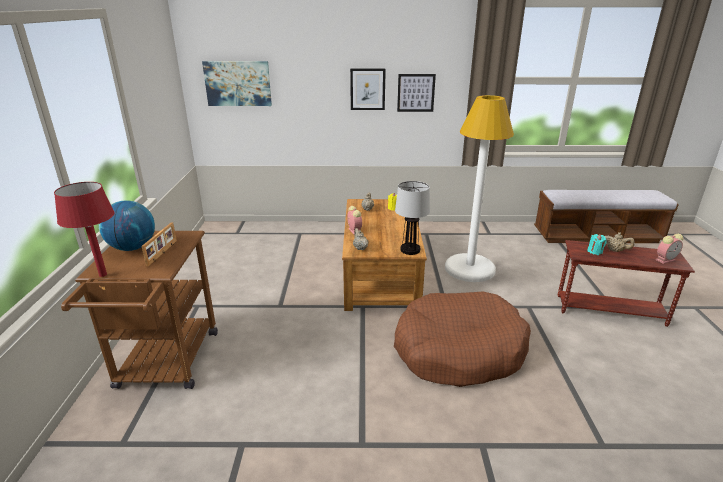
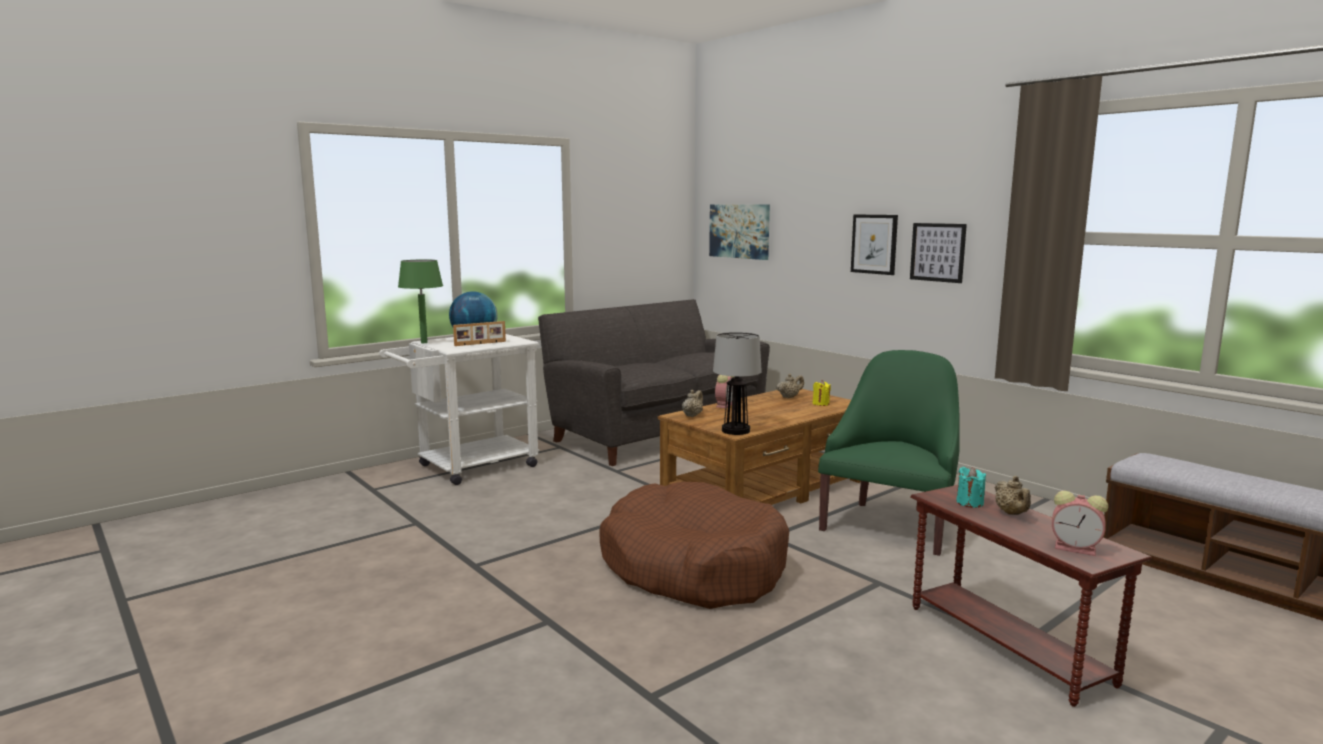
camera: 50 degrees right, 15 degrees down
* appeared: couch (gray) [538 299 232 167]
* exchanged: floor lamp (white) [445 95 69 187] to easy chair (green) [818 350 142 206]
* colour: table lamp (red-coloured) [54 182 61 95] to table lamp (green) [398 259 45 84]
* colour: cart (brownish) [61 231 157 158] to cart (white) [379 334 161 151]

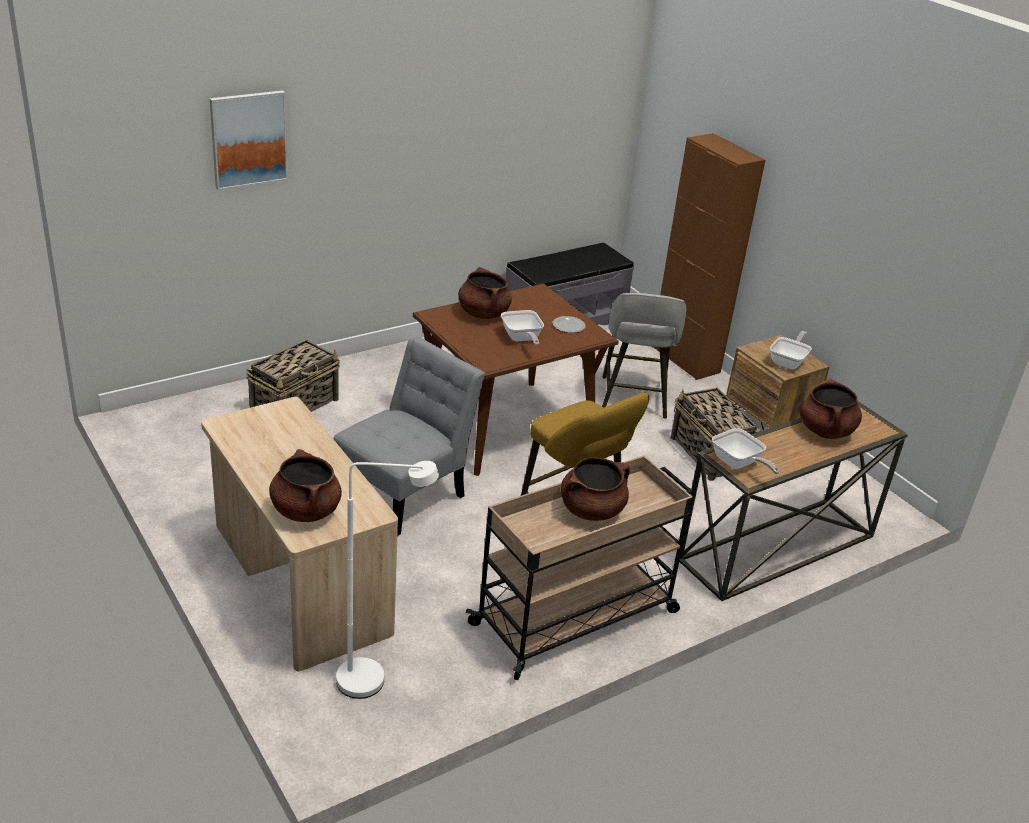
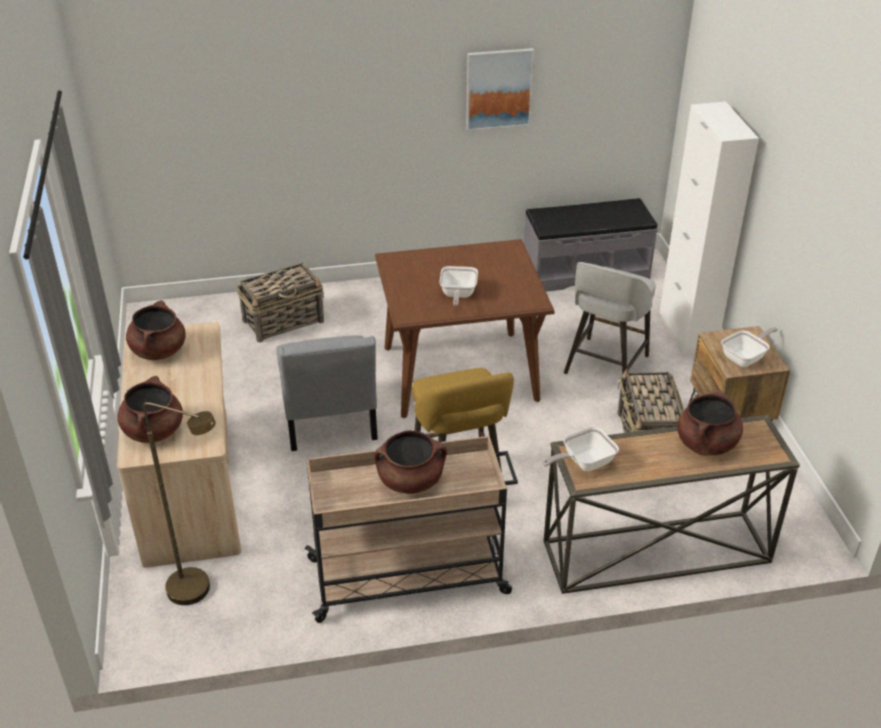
camera: 25 degrees right, 5 degrees up
* missing: flat dish [552 316 34 17]
* relocated: wall picture [210 90 78 100] to [466 48 68 83]
* relocated: stockpot (brownish) [458 267 54 52] to [126 300 60 60]
* colour: floor lamp (white) [336 461 103 238] to floor lamp (brownish) [143 402 73 203]
* colour: storage cabinet (brownish) [652 133 113 247] to storage cabinet (white) [659 102 100 254]
* spun: chair (gray) [333 336 152 200] = [276 335 102 116] 105 degrees clockwise
* spun: pan [712 428 68 46] = [543 427 76 44] 75 degrees clockwise

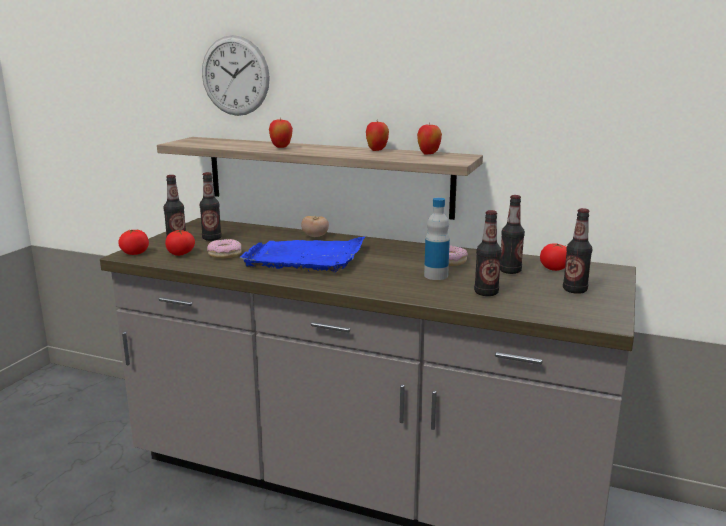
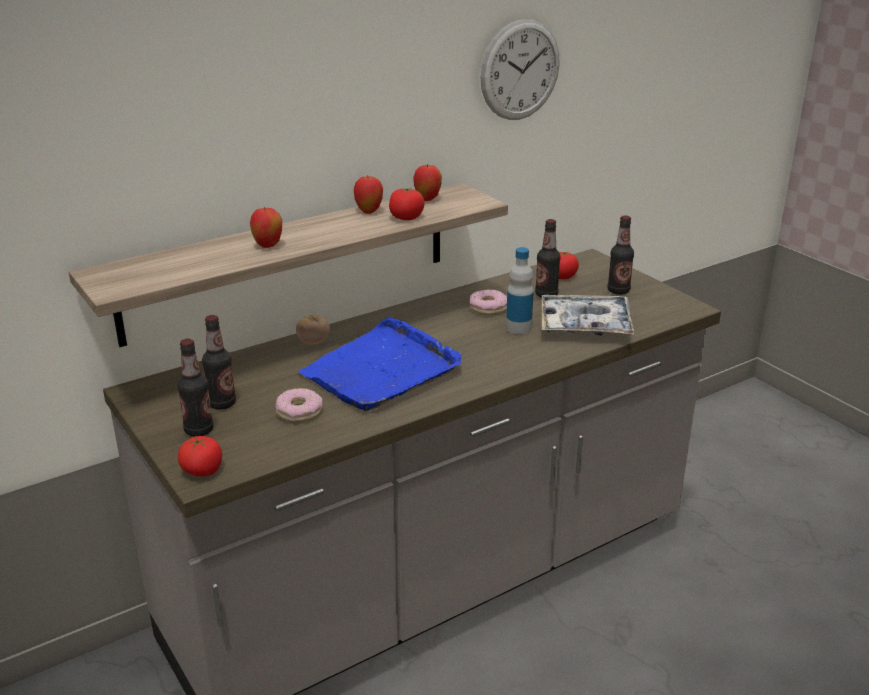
camera: 55 degrees left, 10 degrees up
* relocated: fresh tomato [165 230 30 26] to [389 188 36 32]
* relocated: hanging clock [202 35 68 81] to [480 19 80 101]
* exchanged: drink bottle [474 210 28 86] to serving tray [542 295 92 41]

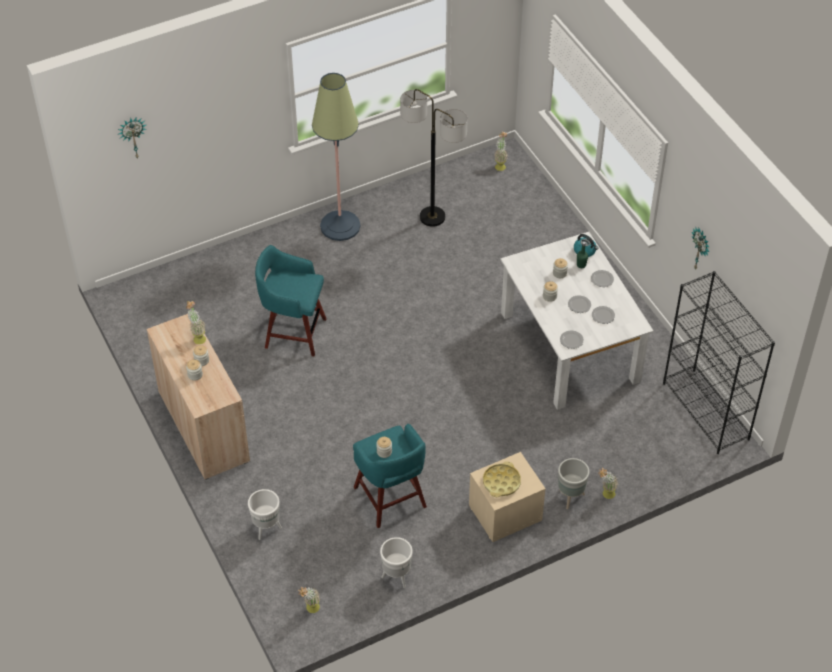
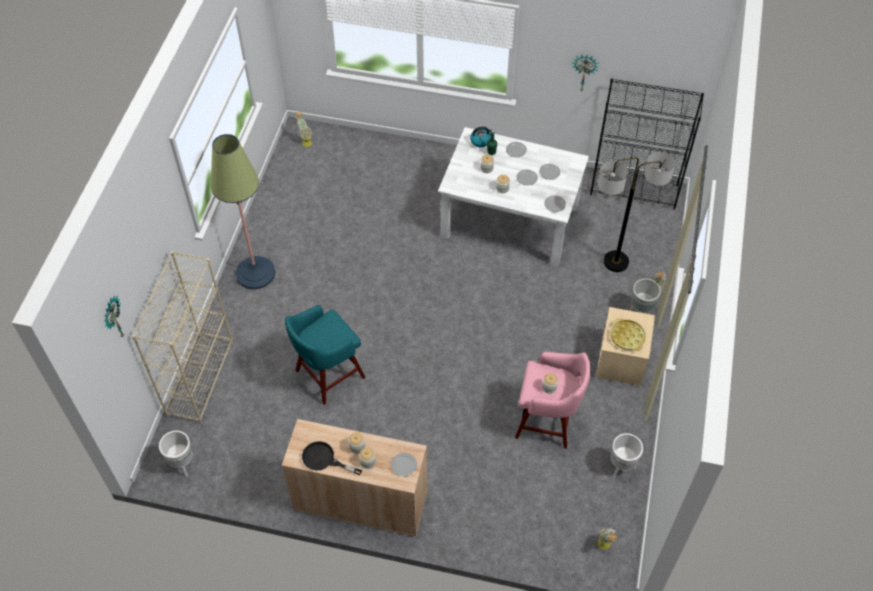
camera: 50 degrees left, 5 degrees up
* missing: potted plant [186 301 20 43]
* appeared: bookcase (sand-coloured) [132 251 101 173]
* appeared: pan (black-coloured) [302 441 60 34]
* appeared: flat dish [391 453 26 23]
* relocated: plant pot (white) [248 489 34 51] to [159 431 34 46]
* relocated: floor lamp [400 89 68 138] to [597 151 79 121]
* colour: stool seat (turquoise) [353 424 74 104] to stool seat (pinkish) [515 352 75 97]

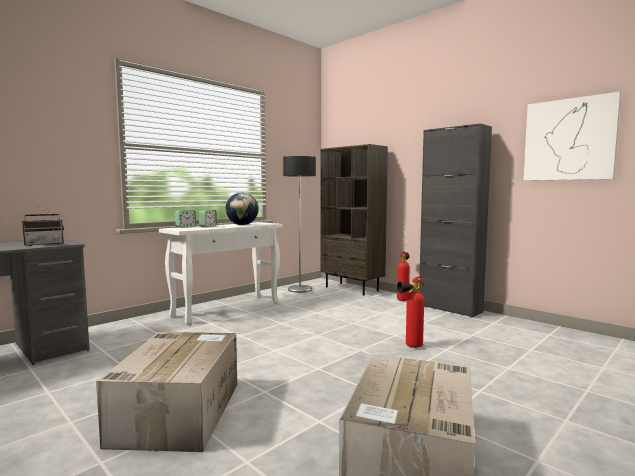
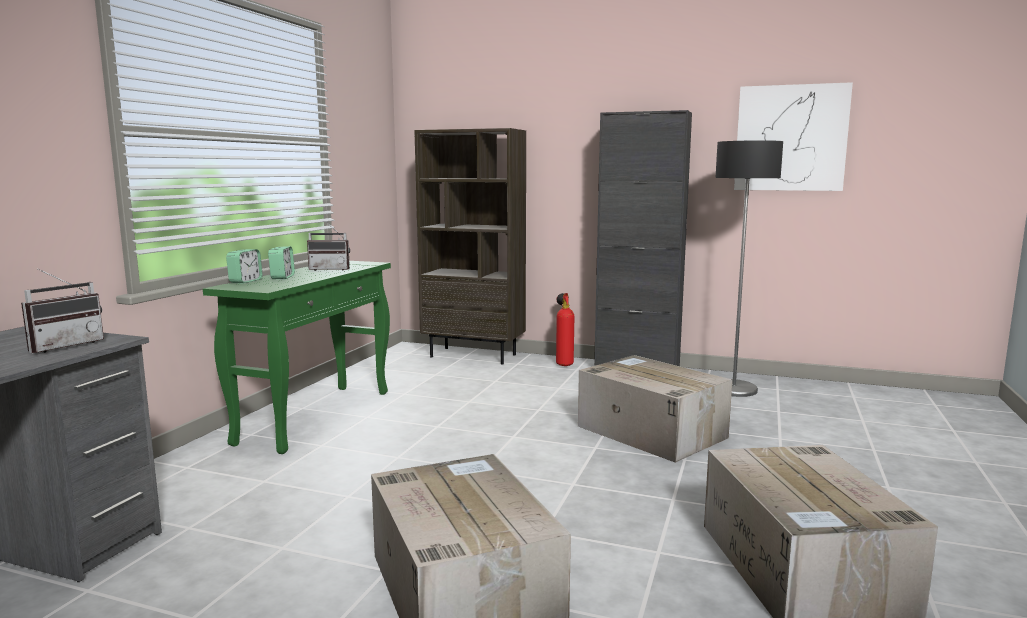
camera: 25 degrees left, 5 degrees up
* relocated: floor lamp [283 156 33 137] to [716 140 67 257]
* exchanged: world globe [225 193 34 32] to radio set [307 223 43 48]
* exchanged: fire extinguisher [397 276 27 72] to packing box [578 355 154 108]
* colour: console table (white) [159 222 124 103] to console table (green) [203 261 188 193]

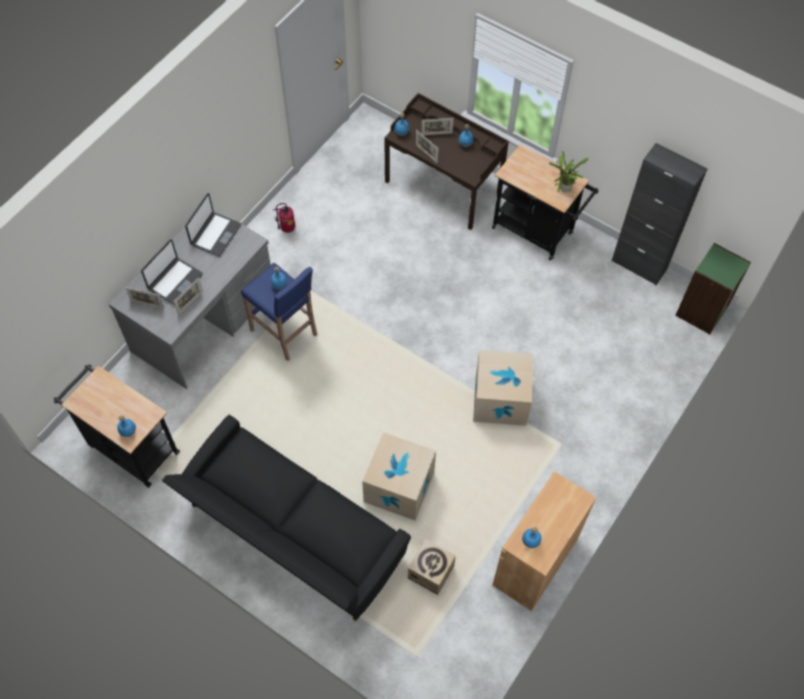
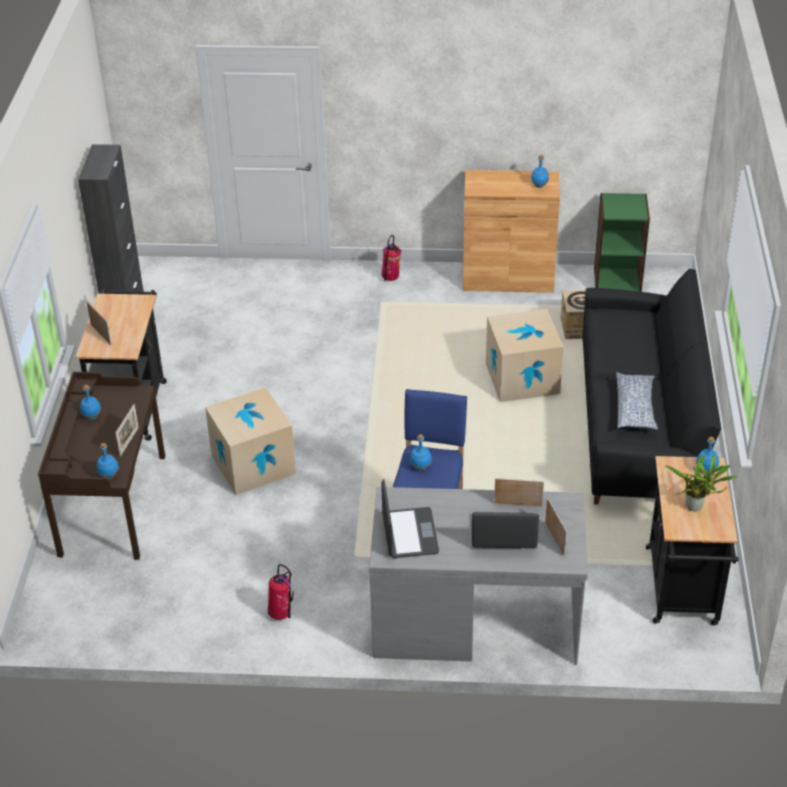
camera: 120 degrees left, 20 degrees down
* appeared: fire extinguisher [382 235 19 46]
* appeared: cushion [616 372 42 58]
* relocated: photo frame [421 118 33 17] to [86 301 25 44]
* relocated: packing box [473 350 60 76] to [205 387 91 108]
* relocated: potted plant [549 151 39 41] to [664 454 74 57]
* relocated: bookcase (green) [675 243 76 91] to [594 193 56 99]
* spun: portable computer [185 193 56 64] = [381 479 58 79] 90 degrees clockwise

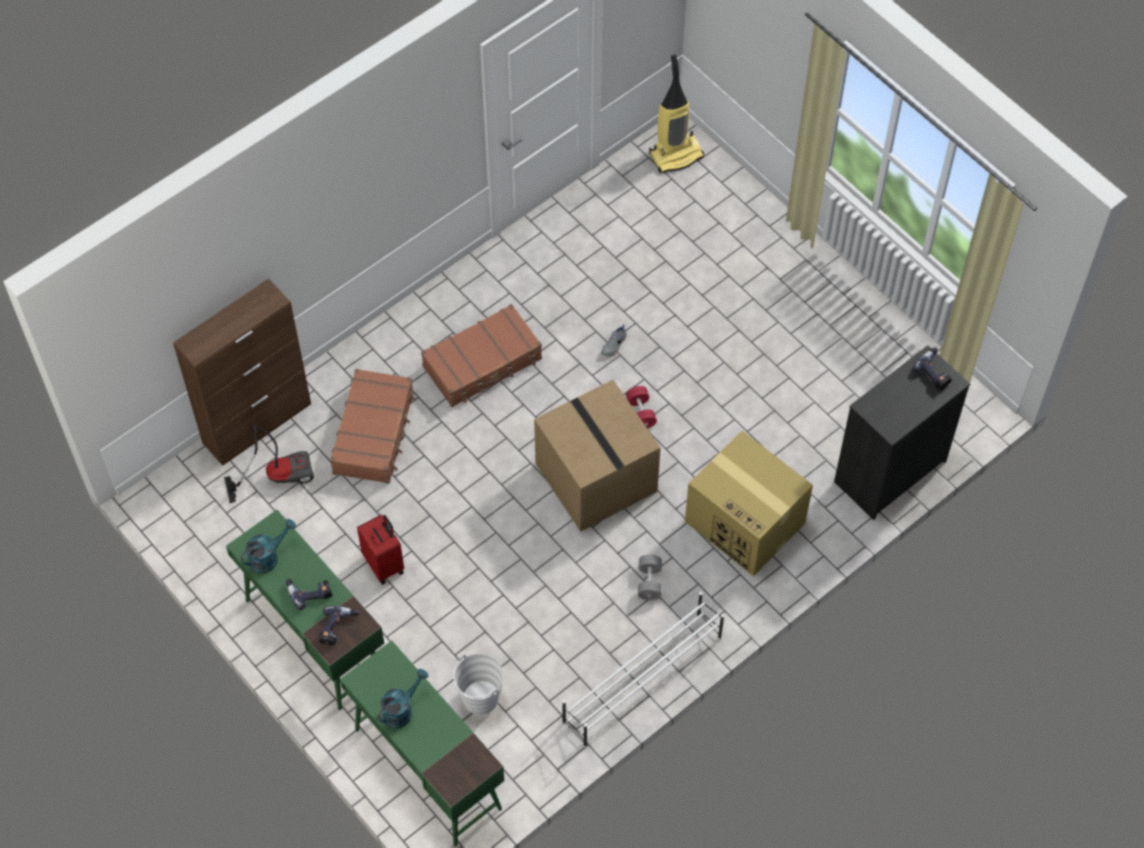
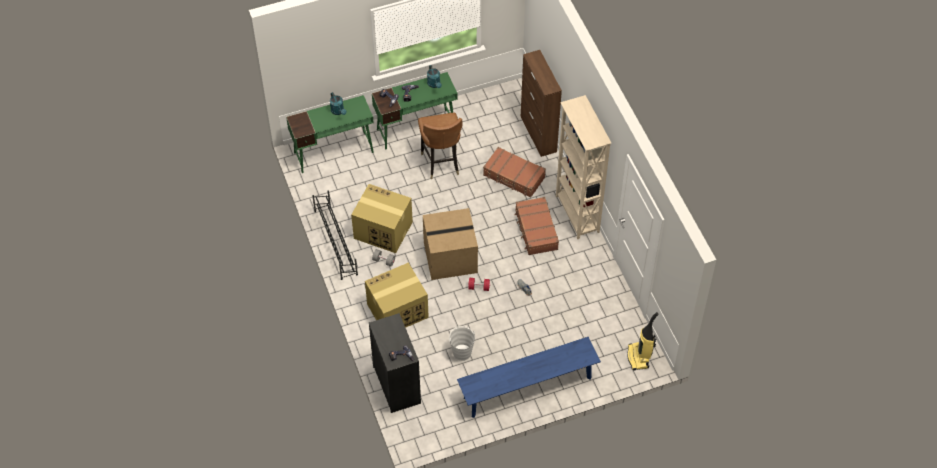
camera: 110 degrees right, 5 degrees down
* missing: hoover [224 424 90 79]
* appeared: packing box [351 184 62 69]
* appeared: long seat (blue-coloured) [457 337 144 81]
* appeared: bookcase (sand-coloured) [556 95 55 144]
* relocated: water bucket (white) [453 653 51 62] to [449 326 26 35]
* exchanged: suitcase (red-coloured) [357 514 47 70] to chair (brownish) [418 113 45 66]
* colour: shoe shelf (white) [562 592 162 156] to shoe shelf (black-coloured) [312 191 46 89]

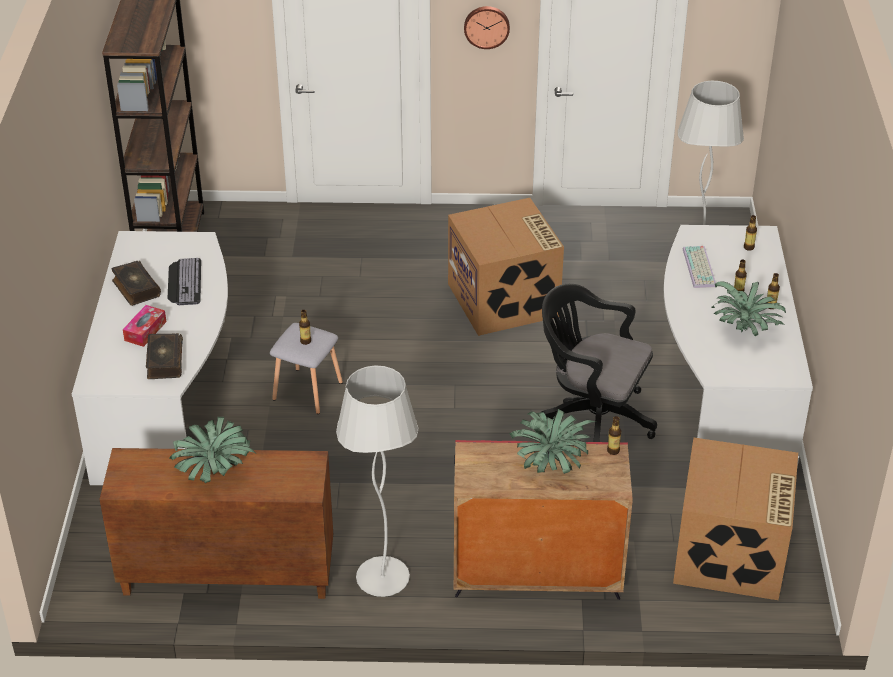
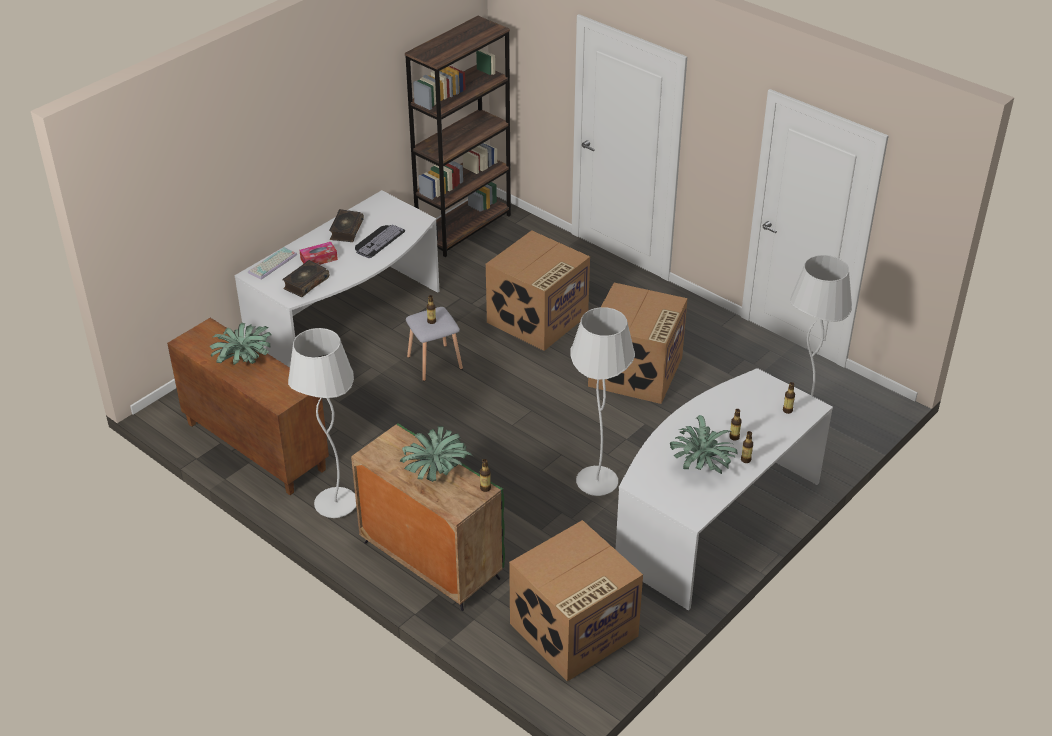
camera: 40 degrees right, 0 degrees up
* missing: hanging clock [464 6 46 43]
* appeared: packing box [486 230 104 121]
* relocated: keyboard [683 246 33 42] to [248 247 49 33]
* exchanged: computer chair (black-coloured) [542 284 115 158] to floor lamp (white) [570 307 65 189]
* colour: storage cabinet (red-coloured) [453 440 180 160] to storage cabinet (green) [351 423 154 188]

